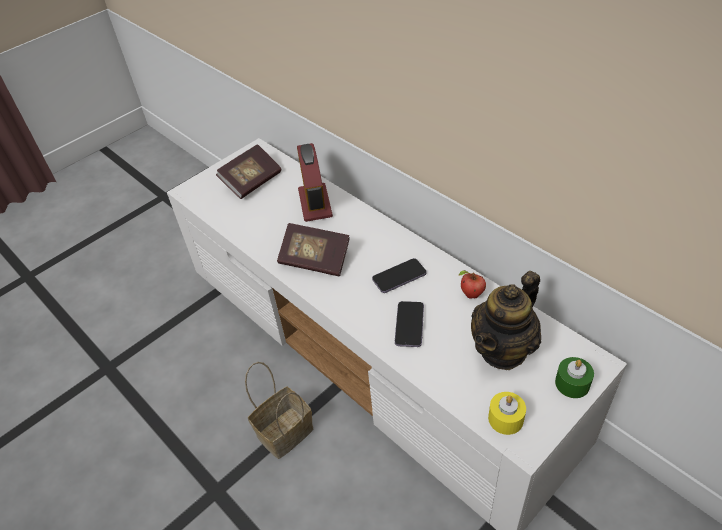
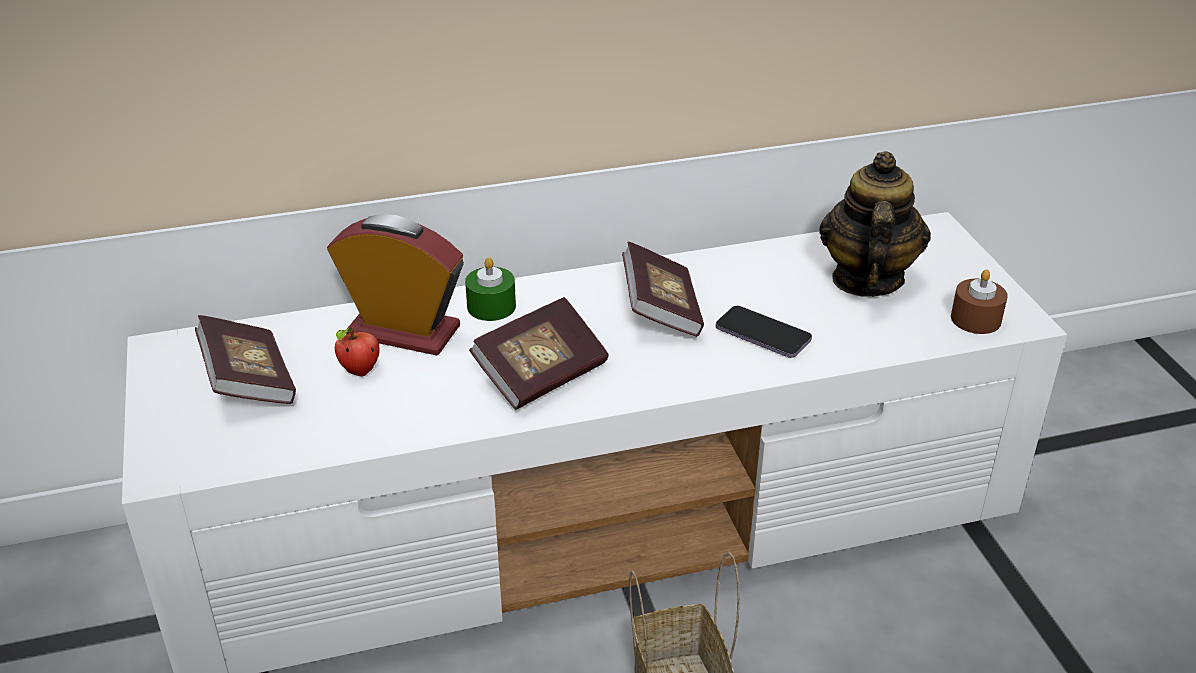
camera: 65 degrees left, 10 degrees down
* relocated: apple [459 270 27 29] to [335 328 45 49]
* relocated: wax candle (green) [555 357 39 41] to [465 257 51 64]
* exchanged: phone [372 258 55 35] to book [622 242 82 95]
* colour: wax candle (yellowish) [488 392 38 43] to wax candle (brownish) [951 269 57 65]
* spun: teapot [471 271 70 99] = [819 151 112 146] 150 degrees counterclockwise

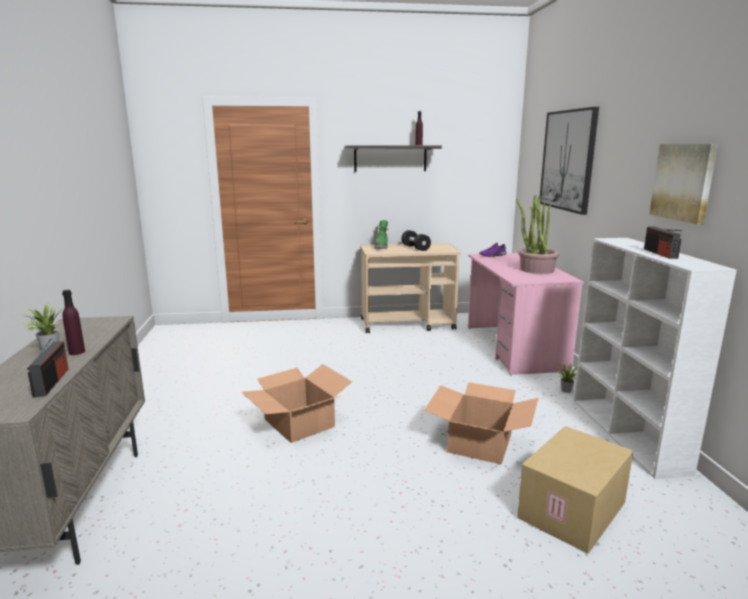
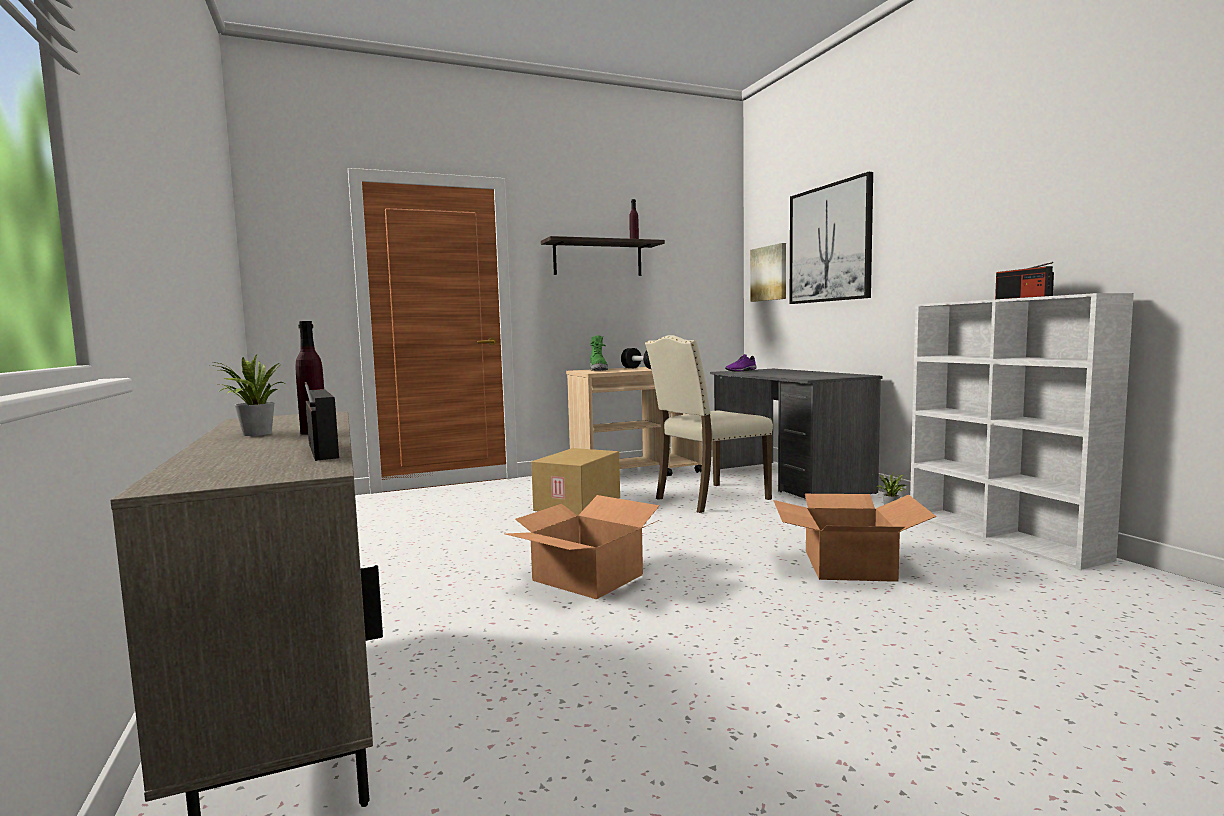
camera: 15 degrees left, 10 degrees down
* missing: potted plant [516 195 44 79]
* appeared: chair (sand-coloured) [645 335 128 178]
* relocated: packing box [517 426 116 128] to [531 448 89 68]
* relocated: wall picture [649 144 69 80] to [750 243 36 59]
* colour: desk table (pinkish) [468 253 116 122] to desk table (gray) [710 369 172 130]

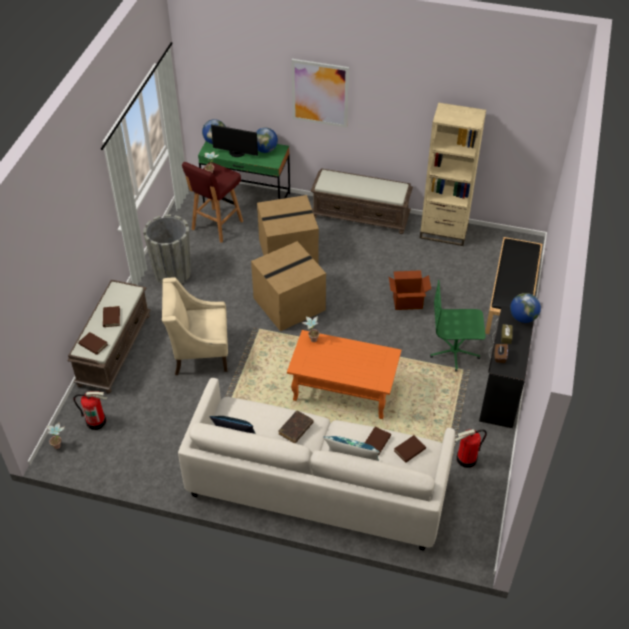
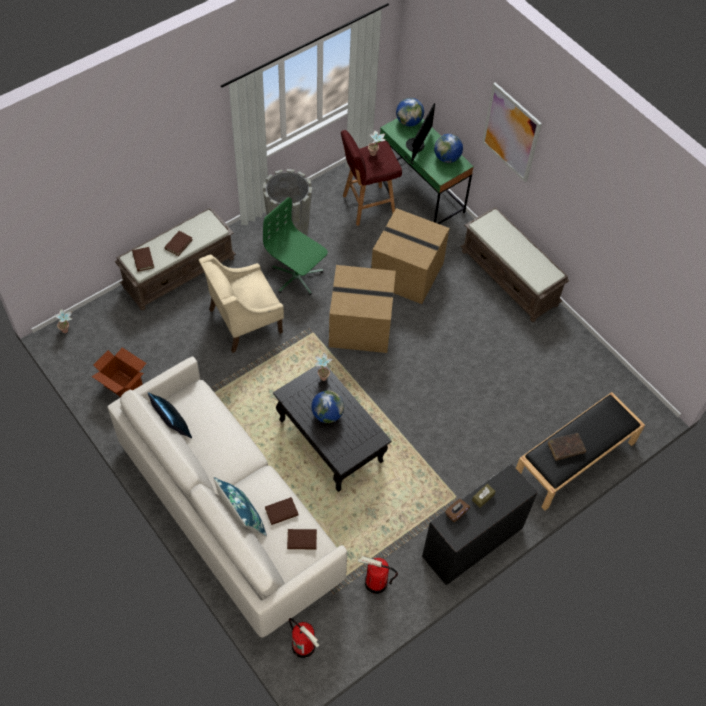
camera: 35 degrees right, 10 degrees up
* missing: bookcase (sand-coloured) [420 102 66 144]
* relocated: fire extinguisher [73 391 34 39] to [289 618 30 40]
* relocated: book (brownish) [279 411 35 32] to [548 433 38 28]
* relocated: packing box [389 270 42 40] to [91 348 55 49]
* relocated: computer chair (green) [430 280 56 92] to [263 197 65 98]
* relocated: world globe [510 293 31 30] to [311 390 33 33]
* colour: lounge table (orange) [287 330 114 89] to lounge table (black-coloured) [273 366 119 126]
* spun: easy chair (sand-coloured) [162 277 66 98] = [199 254 85 99] 60 degrees counterclockwise
* spun: computer screen [211 125 47 32] = [406 103 29 59] 120 degrees counterclockwise

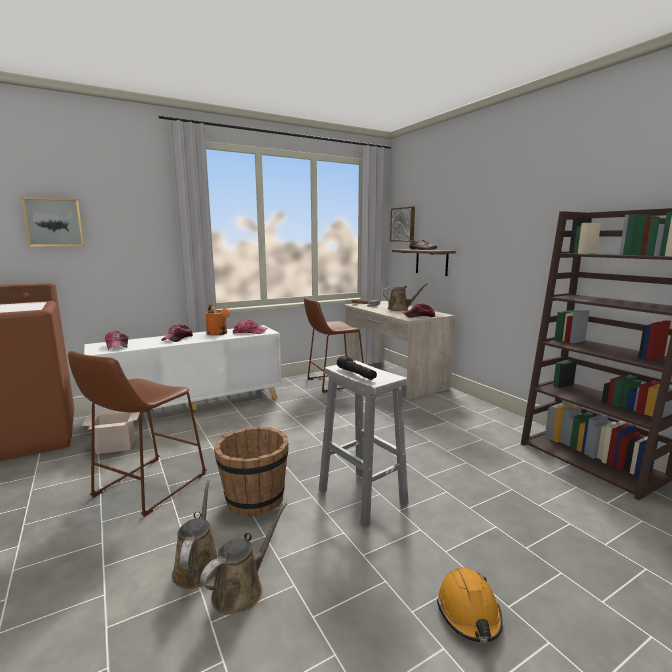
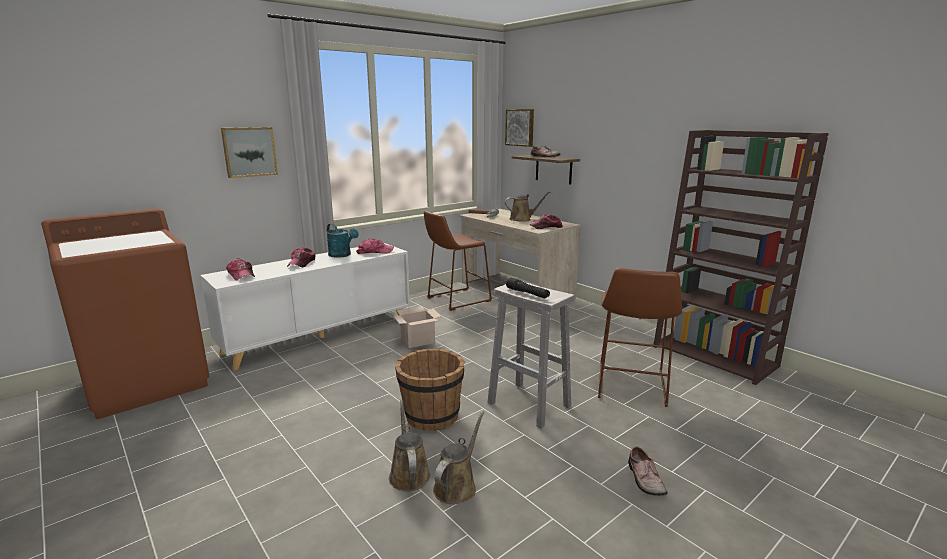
camera: 10 degrees left, 5 degrees up
* relocated: wall picture [21 197 63 50] to [221 127 57 51]
* relocated: stool seat (brownish) [68 351 138 166] to [598 268 84 139]
* relocated: packing box [81 409 59 45] to [393 306 48 42]
* exchanged: hard hat (orange) [437 568 66 74] to shoe [628 446 39 50]
* colour: sprinkling can (orange) [205 304 25 32] to sprinkling can (turquoise) [327 224 32 34]

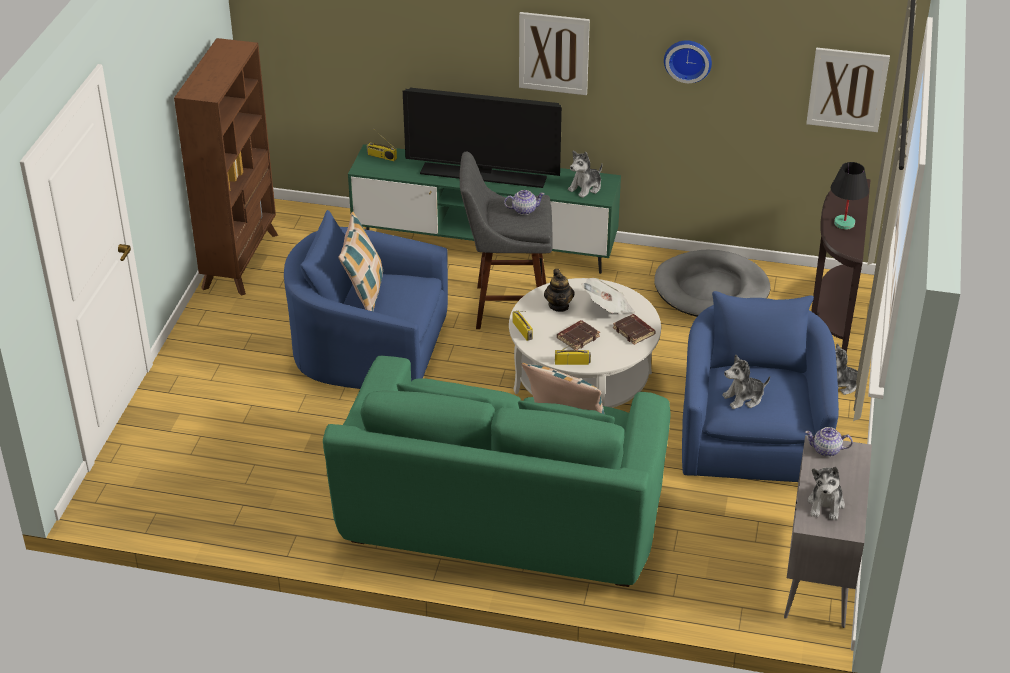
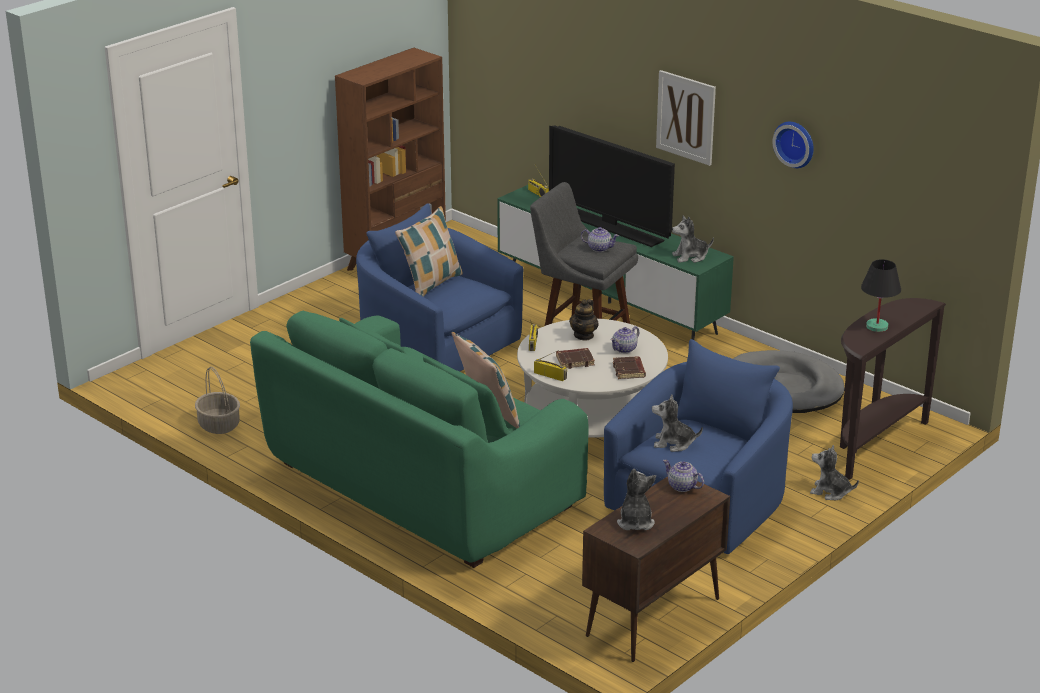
camera: 30 degrees right, 10 degrees down
* missing: wall picture [806 47 84 85]
* appeared: storage basket [195 366 45 68]
* exchanged: printed paper [582 278 53 37] to teapot [610 326 29 27]
* colour: storage cabinet (gray) [784 435 88 193] to storage cabinet (brownish) [582 476 148 186]
* spun: cuddly toy [808 467 37 54] = [617 469 39 61] 135 degrees clockwise

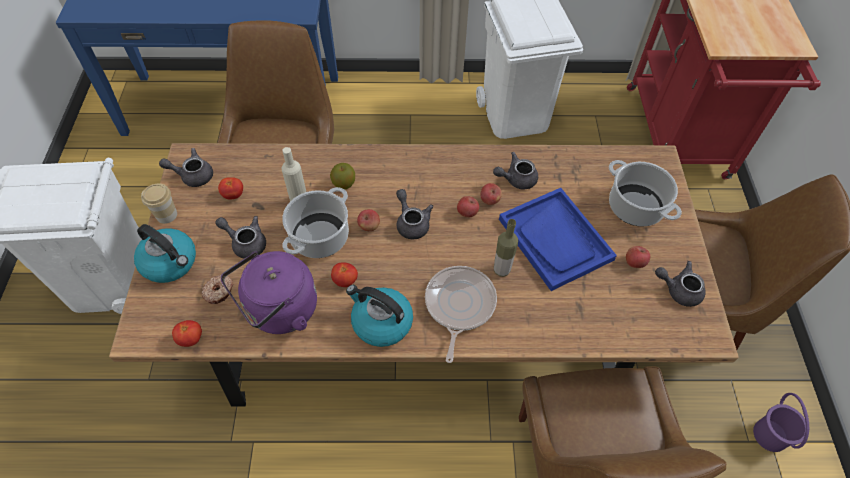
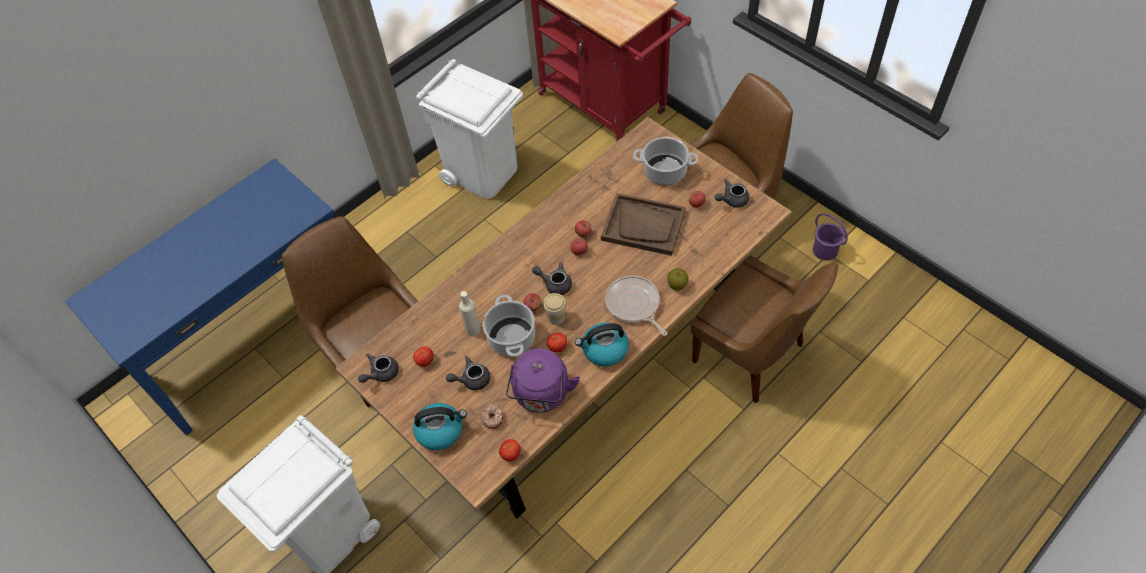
camera: 40 degrees left, 0 degrees up
* missing: teapot (gray) [493 152 45 37]
* missing: drink bottle [494 219 24 58]
* relocated: small cup [141 183 36 41] to [543 293 23 32]
* relocated: apple [330 163 25 27] to [667 268 22 23]
* colour: serving tray (blue-coloured) [499 188 118 103] to serving tray (brownish) [601 193 85 63]

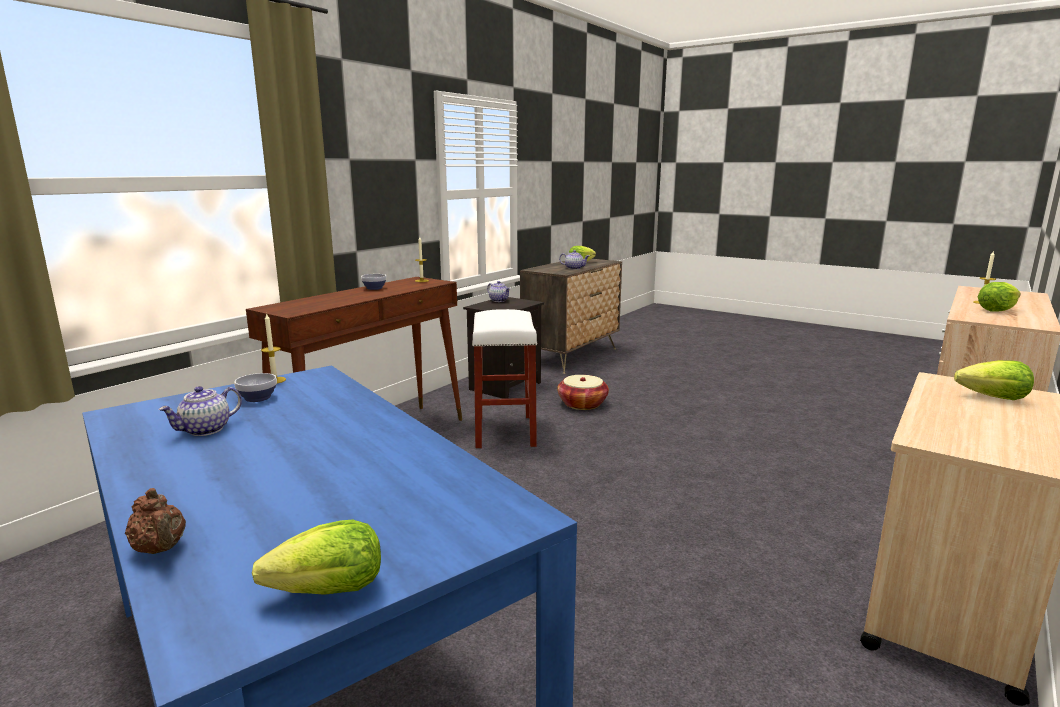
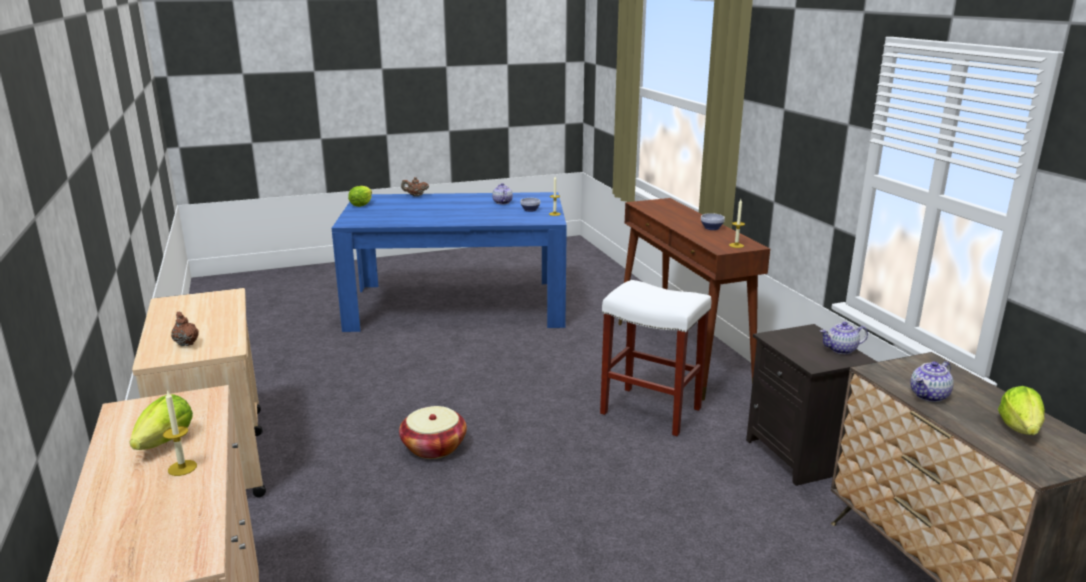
camera: 125 degrees right, 5 degrees up
* relocated: storage basket [557 375 52 35] to [399 406 68 53]
* exchanged: lettuce [954 360 80 40] to teapot (brownish) [171 312 28 34]

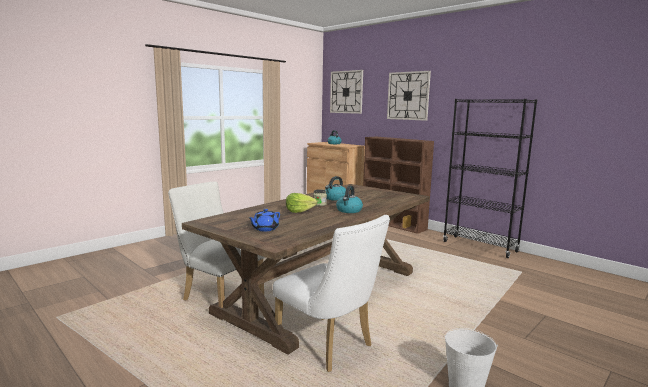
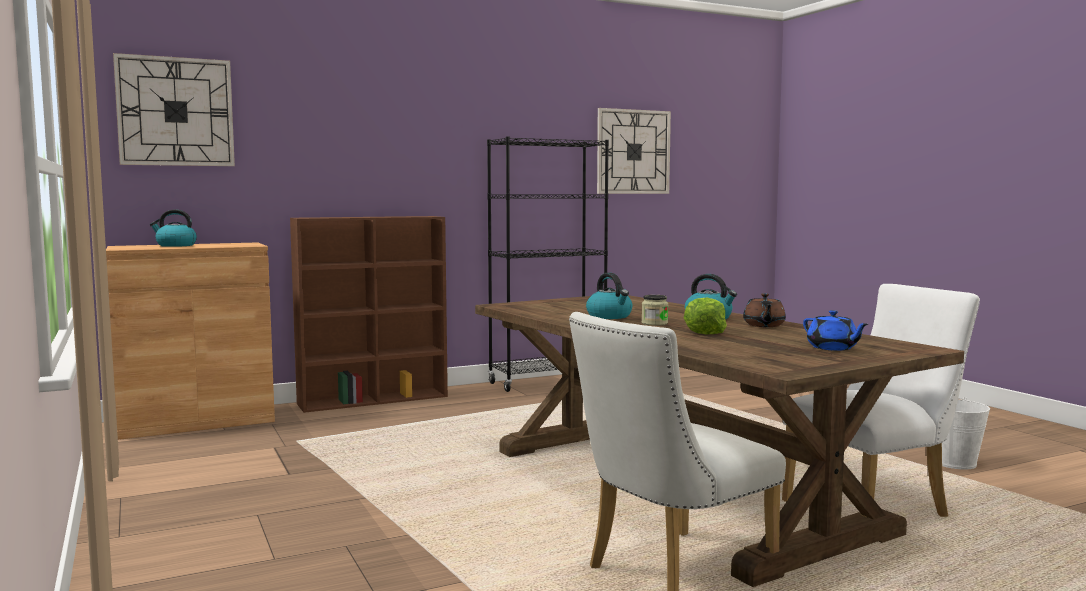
camera: 70 degrees left, 5 degrees down
* appeared: teapot (brownish) [743 293 43 34]
* relocated: hanging clock [387 71 44 50] to [597 108 74 86]

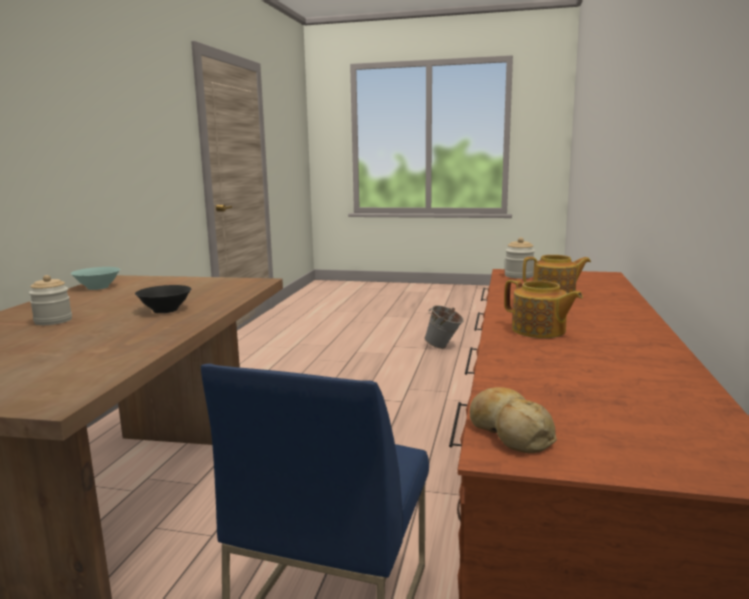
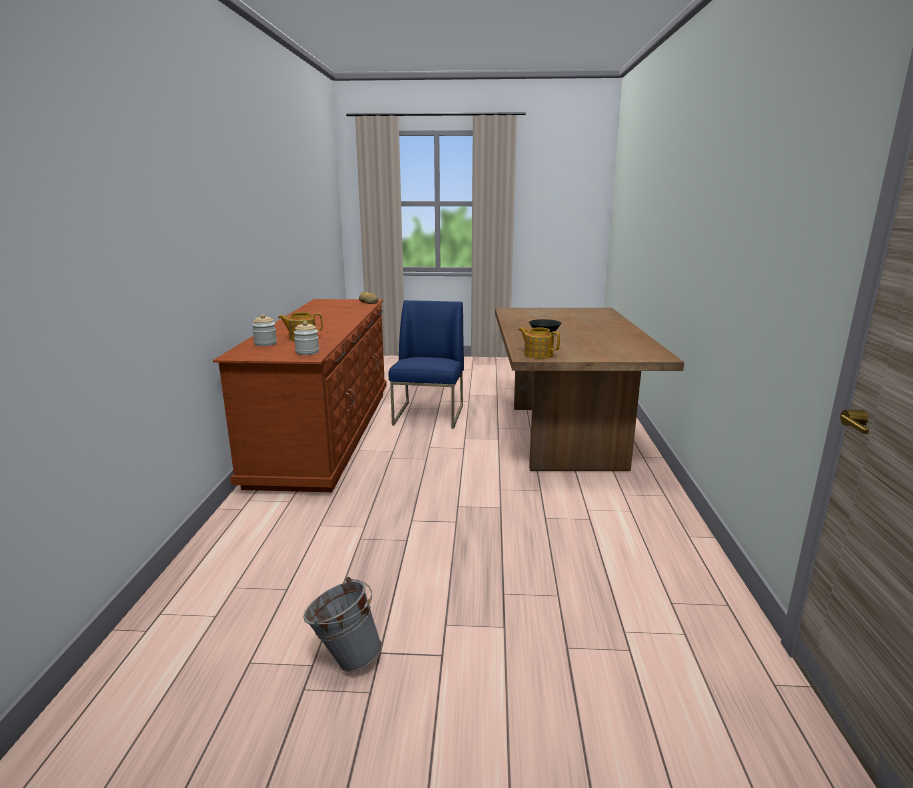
camera: 170 degrees right, 5 degrees up
* missing: serving bowl (turquoise) [71 267 49 23]
* relocated: jar [29 275 43 50] to [252 314 25 32]
* relocated: teapot [504 279 79 59] to [519 327 41 32]

